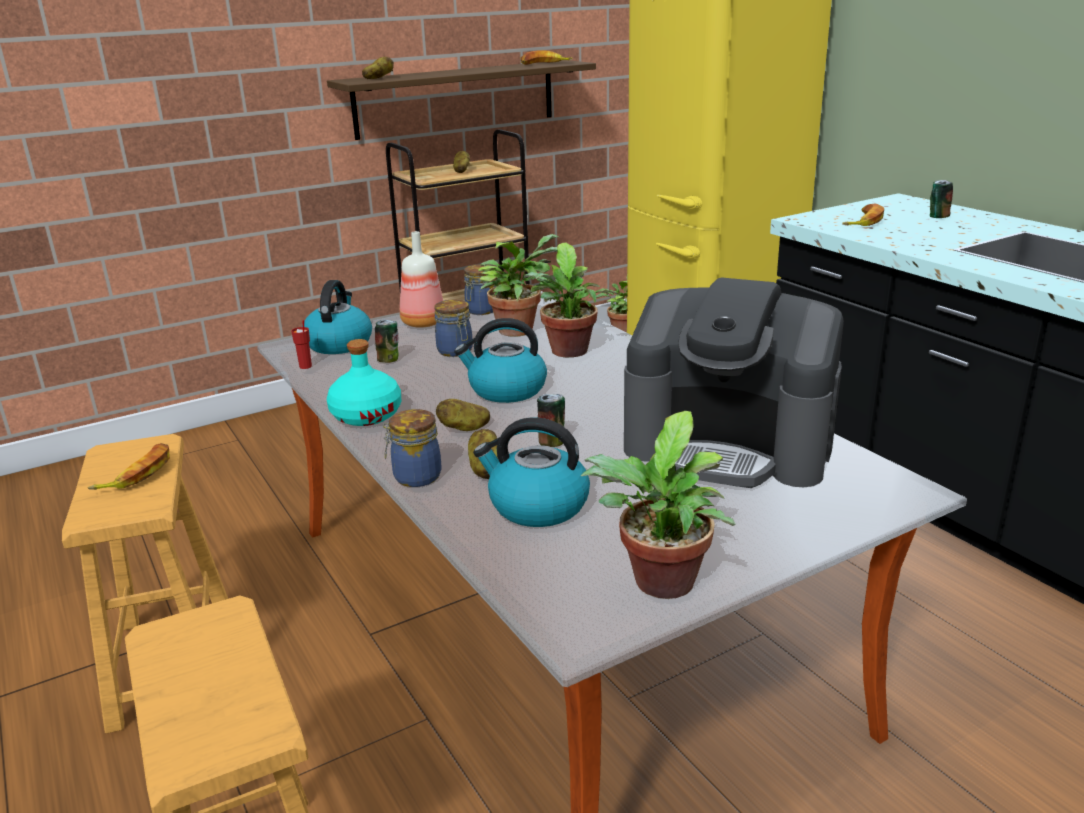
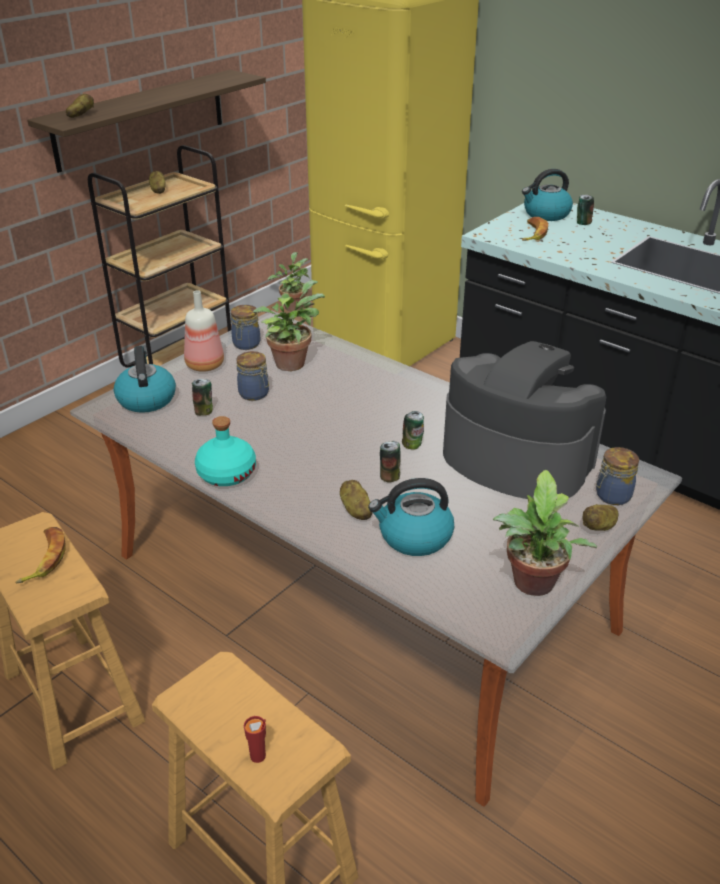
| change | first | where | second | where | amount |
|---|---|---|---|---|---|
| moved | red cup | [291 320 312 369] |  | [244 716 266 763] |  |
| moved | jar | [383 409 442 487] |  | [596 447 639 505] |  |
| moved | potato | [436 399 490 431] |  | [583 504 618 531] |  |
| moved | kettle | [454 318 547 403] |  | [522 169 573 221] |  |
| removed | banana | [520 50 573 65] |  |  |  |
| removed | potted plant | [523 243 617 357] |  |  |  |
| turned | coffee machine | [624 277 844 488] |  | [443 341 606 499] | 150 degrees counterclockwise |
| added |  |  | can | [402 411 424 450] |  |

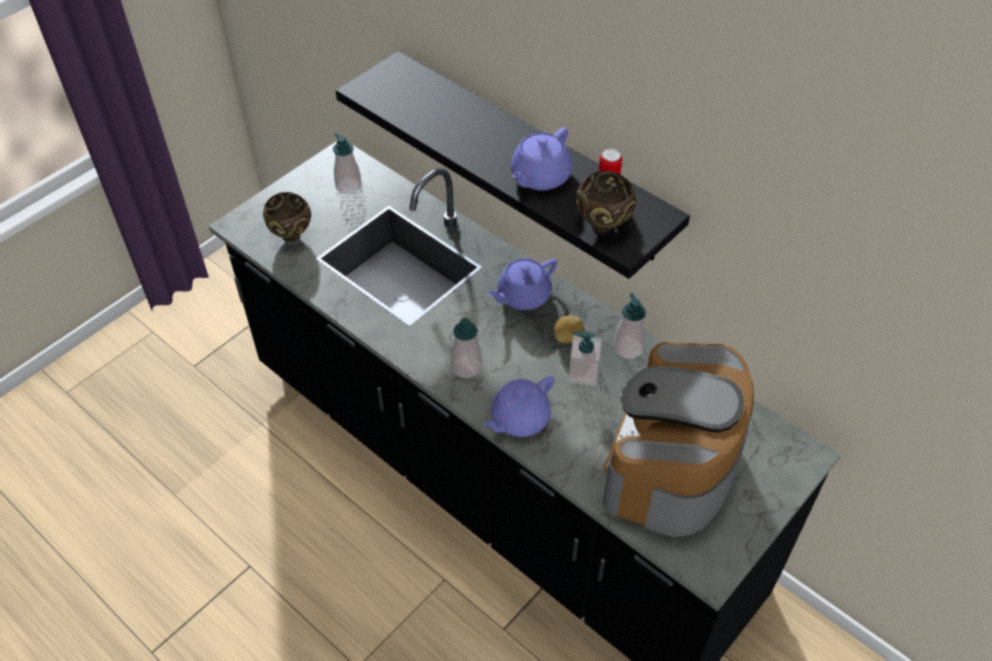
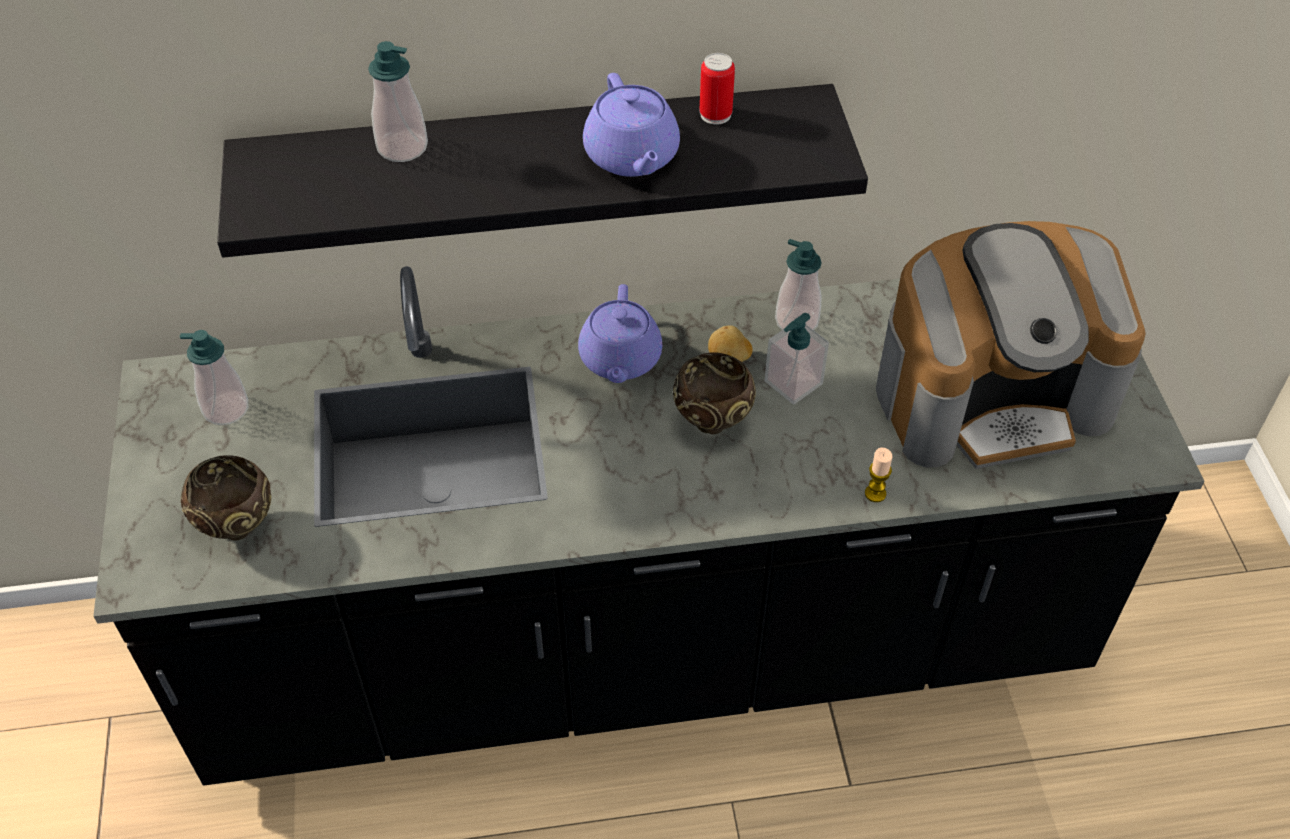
| change | first | where | second | where | amount |
|---|---|---|---|---|---|
| moved | soap dispenser | [451 318 482 378] |  | [368 41 428 162] |  |
| removed | purple teapot | [483 376 554 437] |  |  |  |
| moved | brown bowl | [576 171 636 233] |  | [673 352 756 434] |  |
| turned | coffee machine | [603 342 754 537] |  | [876 221 1146 469] | 75 degrees counterclockwise |
| added |  |  | candle | [865 448 892 502] |  |

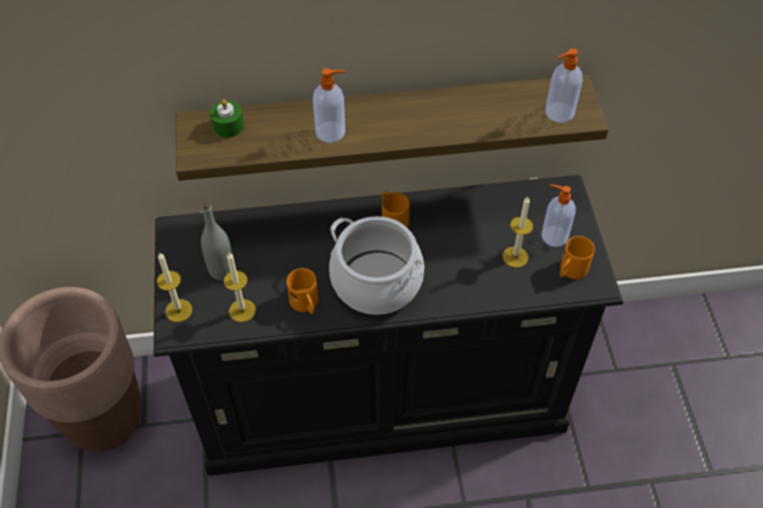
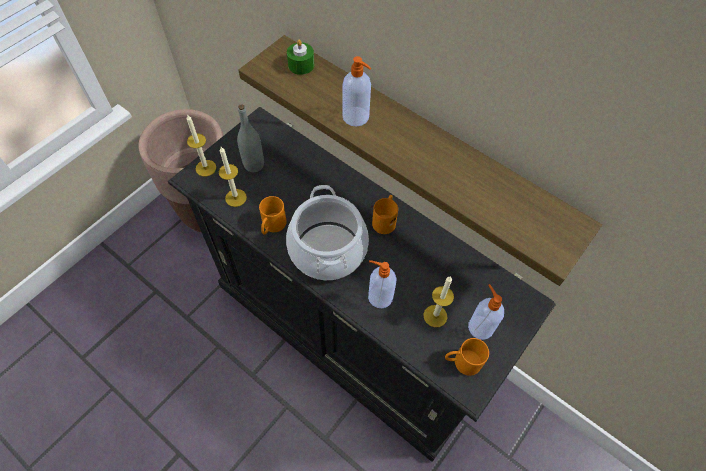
| change | first | where | second | where | amount |
|---|---|---|---|---|---|
| moved | soap dispenser | [545 48 583 123] |  | [368 260 397 308] |  |

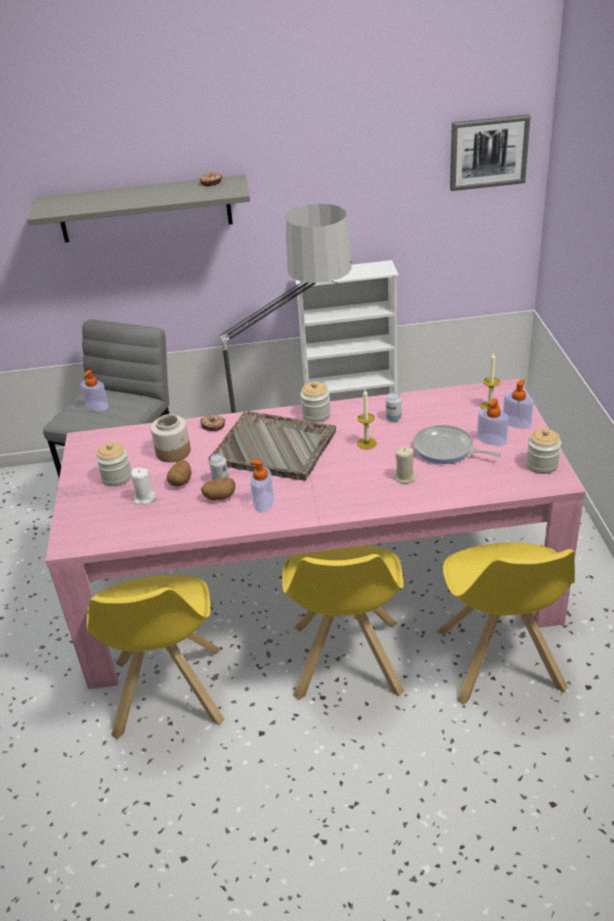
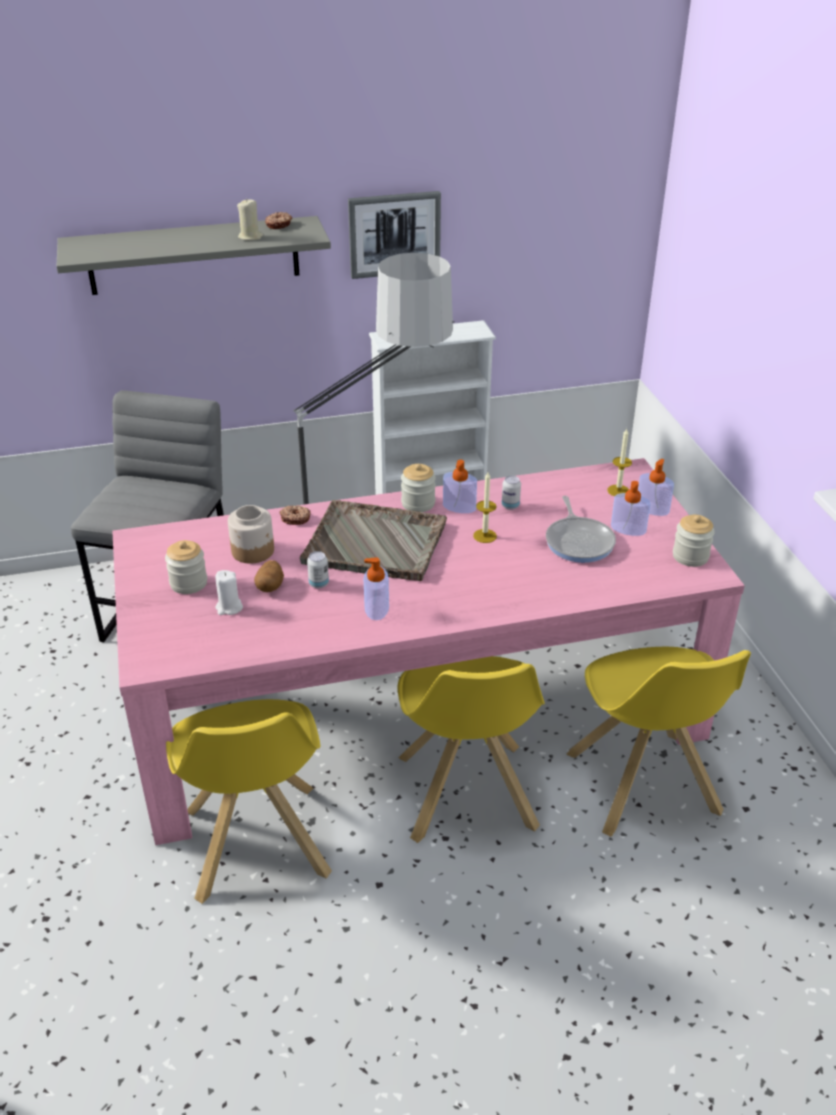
| change | first | where | second | where | amount |
|---|---|---|---|---|---|
| moved | soap dispenser | [80 370 109 411] |  | [443 460 477 513] |  |
| removed | potato | [201 478 235 500] |  |  |  |
| moved | beige candle | [394 447 417 483] |  | [237 199 263 240] |  |
| turned | frying pan | [413 425 501 464] |  | [546 496 616 563] | 120 degrees counterclockwise |
| moved | picture | [450 114 531 191] |  | [348 191 441 279] |  |

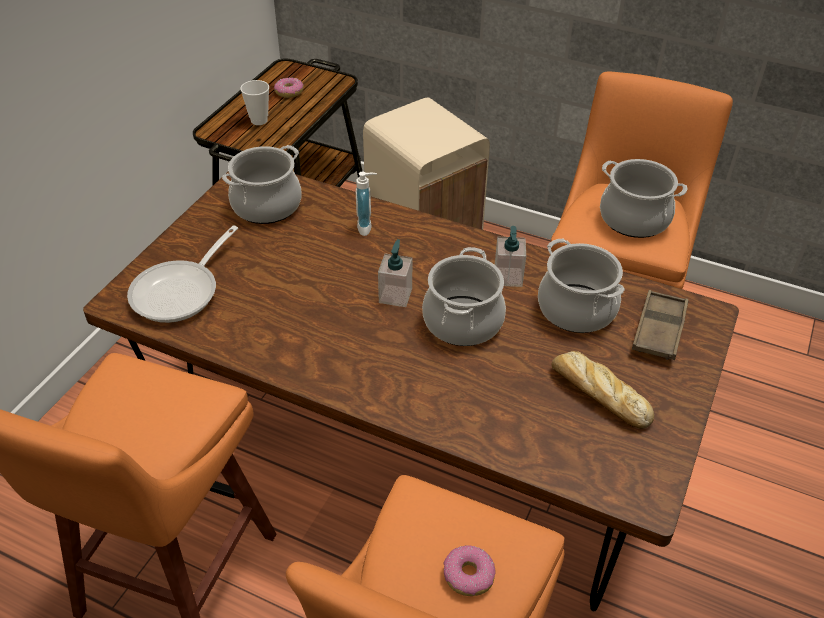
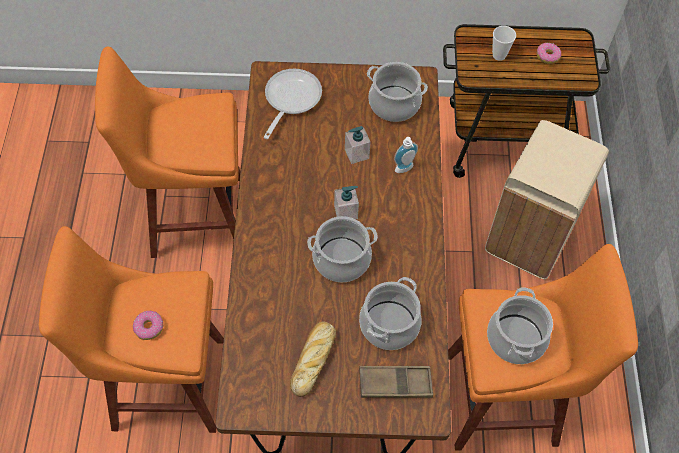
| change | first | where | second | where | amount |
|---|---|---|---|---|---|
| turned | frying pan | [127 225 238 323] |  | [264 69 322 139] | 105 degrees clockwise |
| moved | soap dispenser | [495 226 526 287] |  | [345 126 371 164] |  |

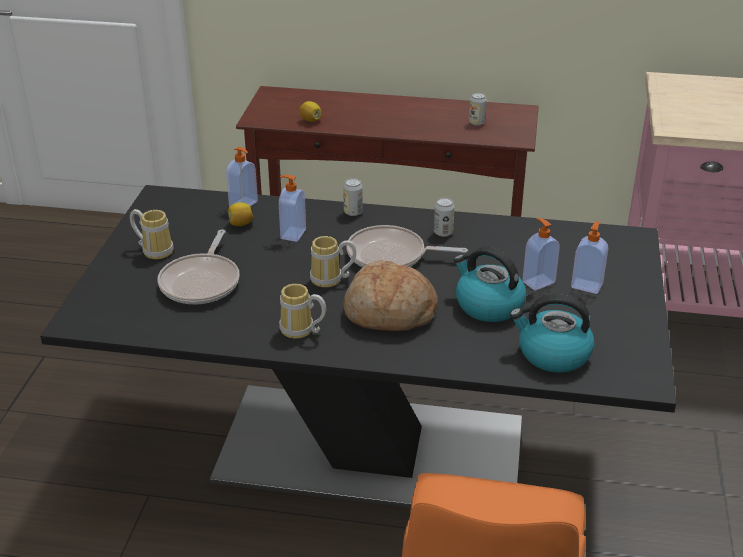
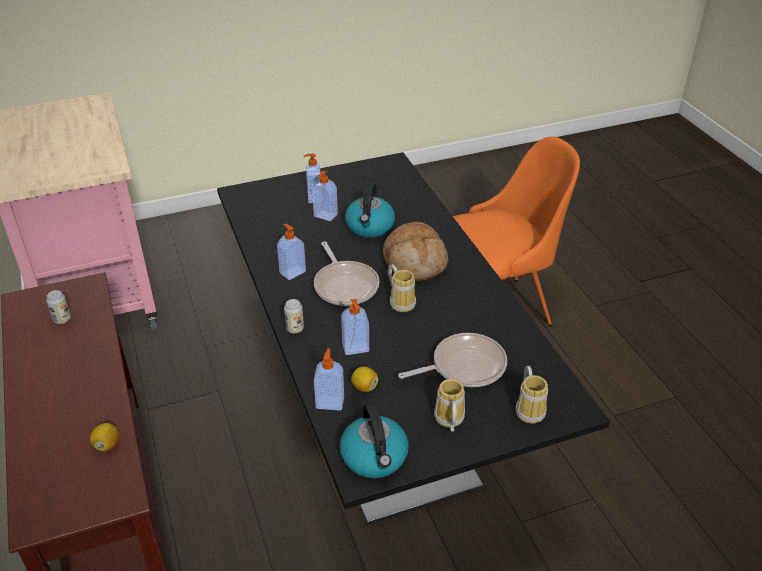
| change | first | where | second | where | amount |
|---|---|---|---|---|---|
| moved | mug | [279 284 326 338] |  | [515 366 548 423] |  |
| replaced | can | [434 198 454 237] | soap dispenser | [277 224 306 280] |  |
| moved | kettle | [510 294 594 373] |  | [340 402 409 478] |  |

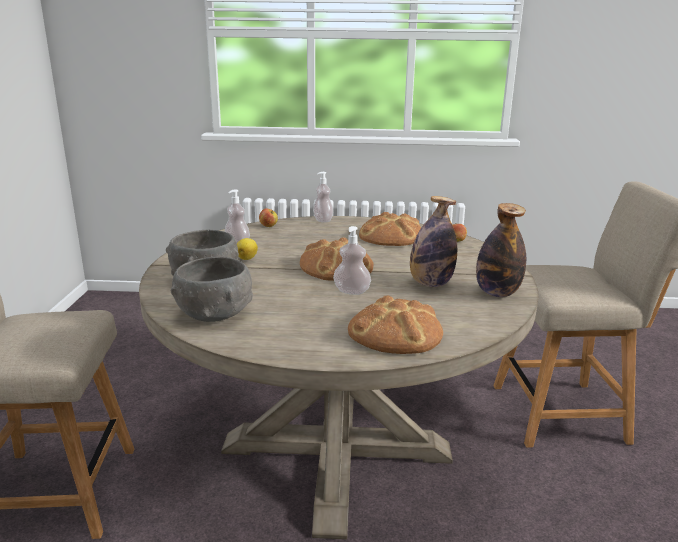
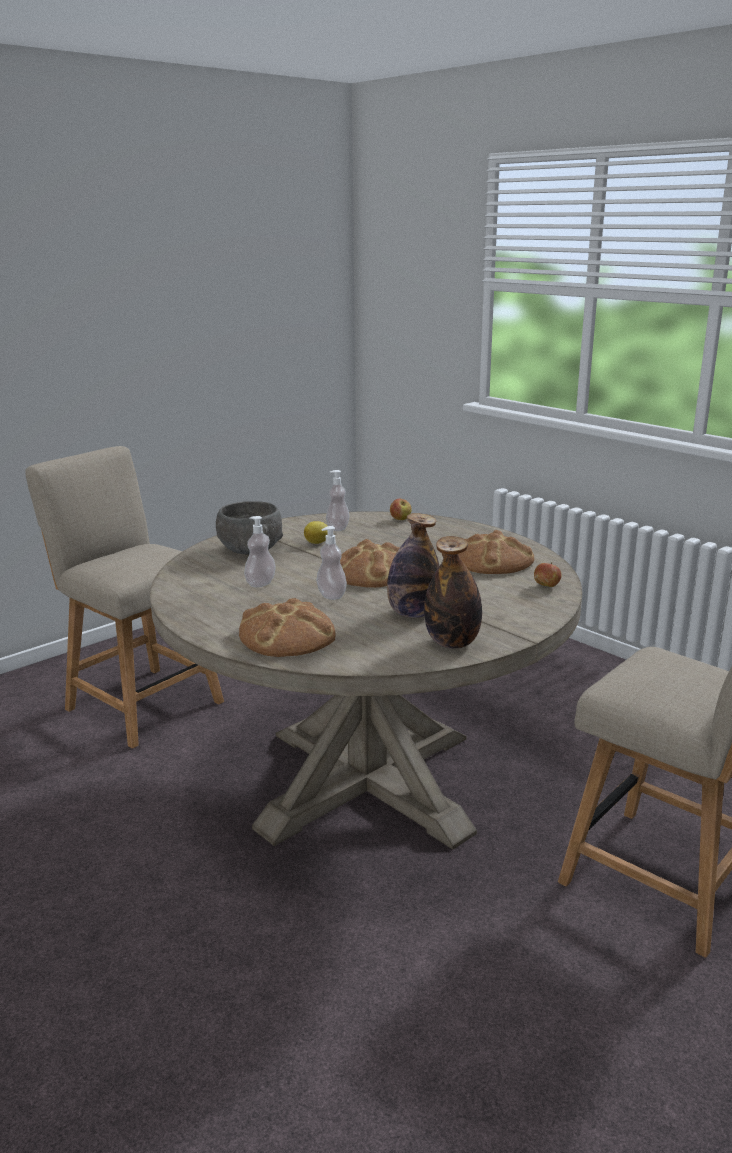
| change | first | where | second | where | amount |
|---|---|---|---|---|---|
| removed | grey bowl | [171 257 253 322] |  |  |  |
| moved | soap dispenser | [313 172 333 223] |  | [244 516 276 587] |  |

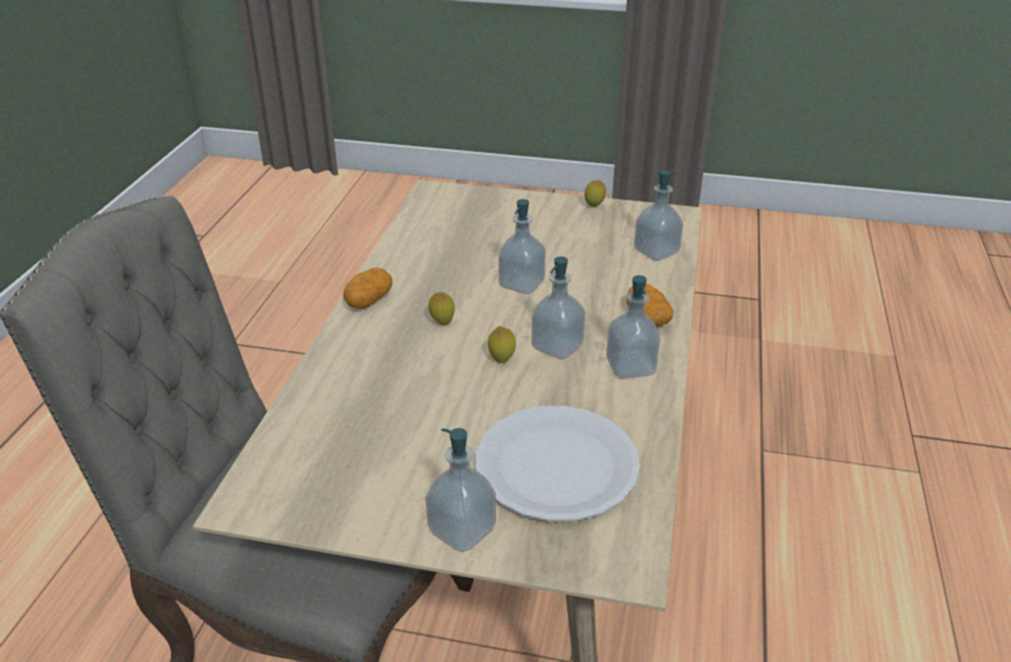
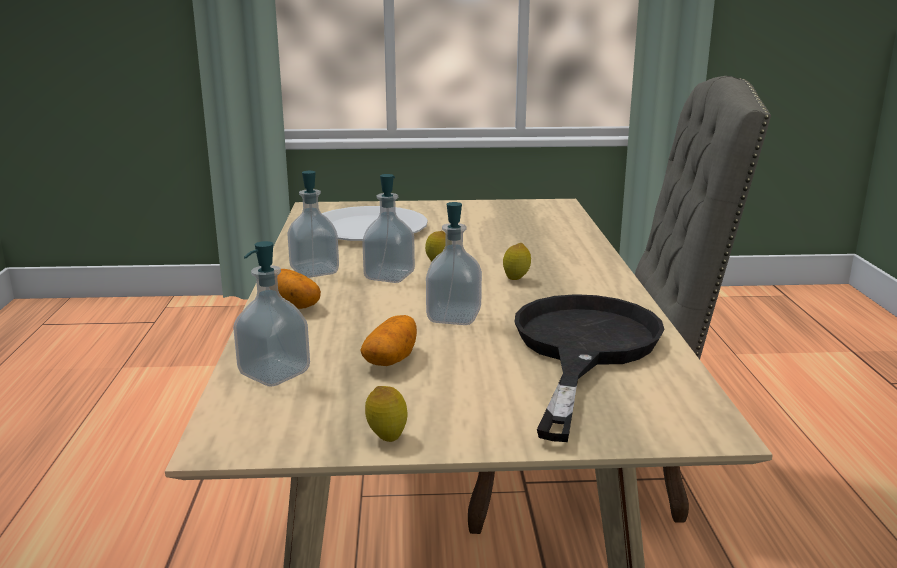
| change | first | where | second | where | amount |
|---|---|---|---|---|---|
| moved | potato | [343 267 393 309] |  | [360 315 417 366] |  |
| removed | soap dispenser | [425 428 496 552] |  |  |  |
| added |  |  | black frying pan | [515 294 665 442] |  |

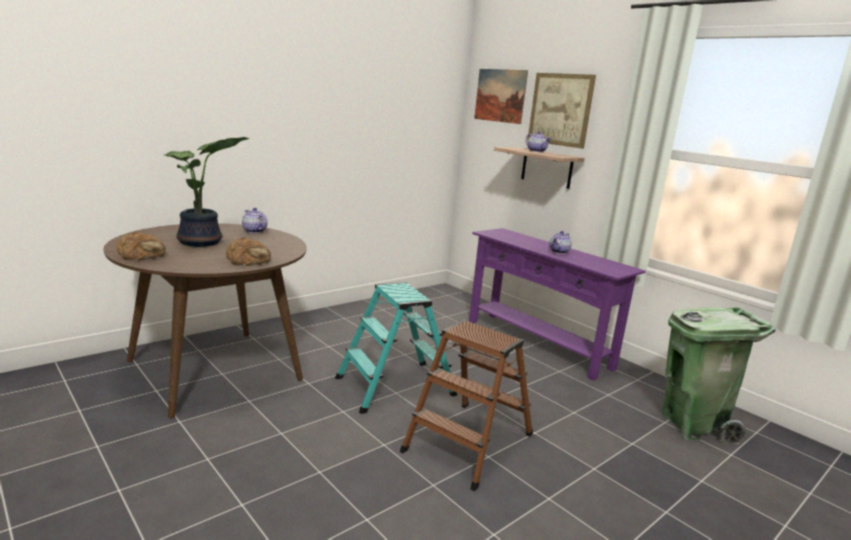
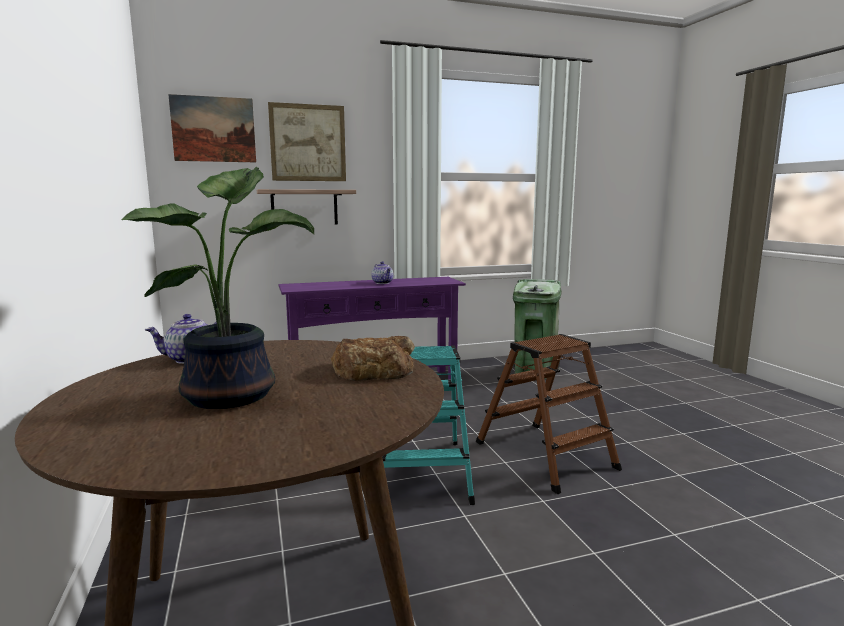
| change | first | where | second | where | amount |
|---|---|---|---|---|---|
| removed | bread | [117 231 165 261] |  |  |  |
| removed | teapot | [526 131 551 152] |  |  |  |

